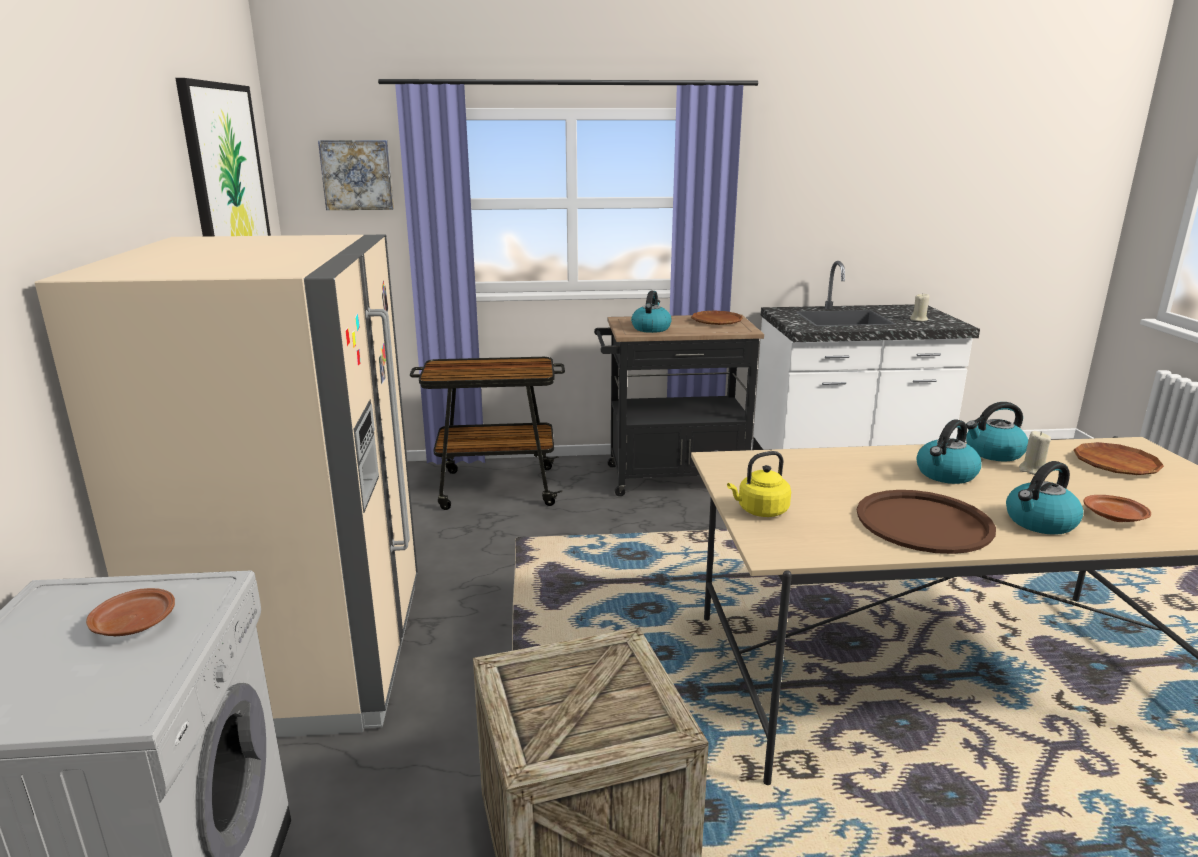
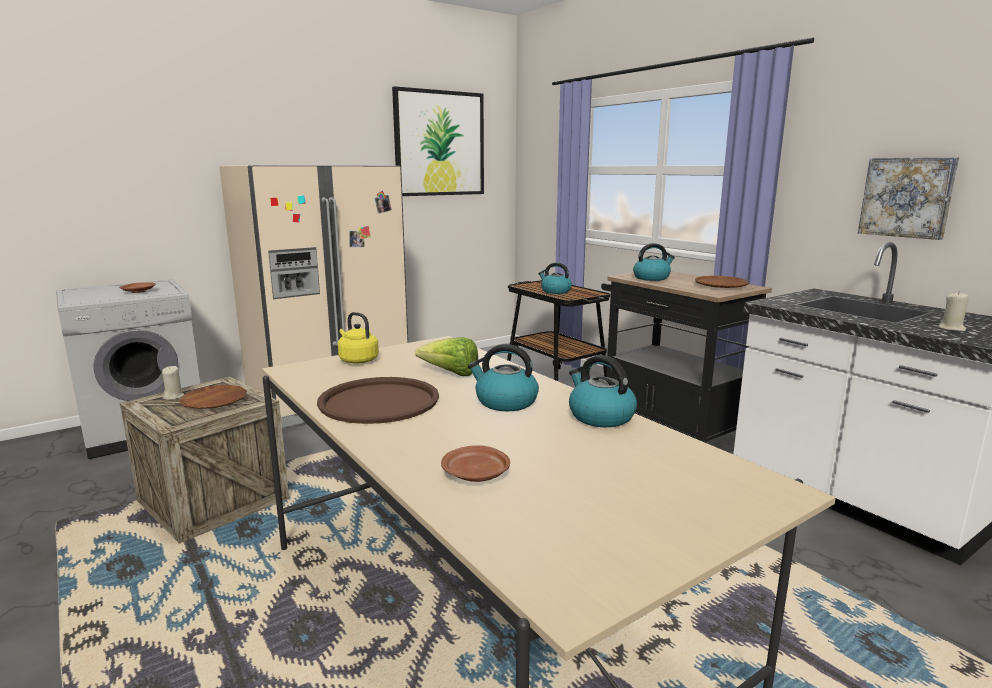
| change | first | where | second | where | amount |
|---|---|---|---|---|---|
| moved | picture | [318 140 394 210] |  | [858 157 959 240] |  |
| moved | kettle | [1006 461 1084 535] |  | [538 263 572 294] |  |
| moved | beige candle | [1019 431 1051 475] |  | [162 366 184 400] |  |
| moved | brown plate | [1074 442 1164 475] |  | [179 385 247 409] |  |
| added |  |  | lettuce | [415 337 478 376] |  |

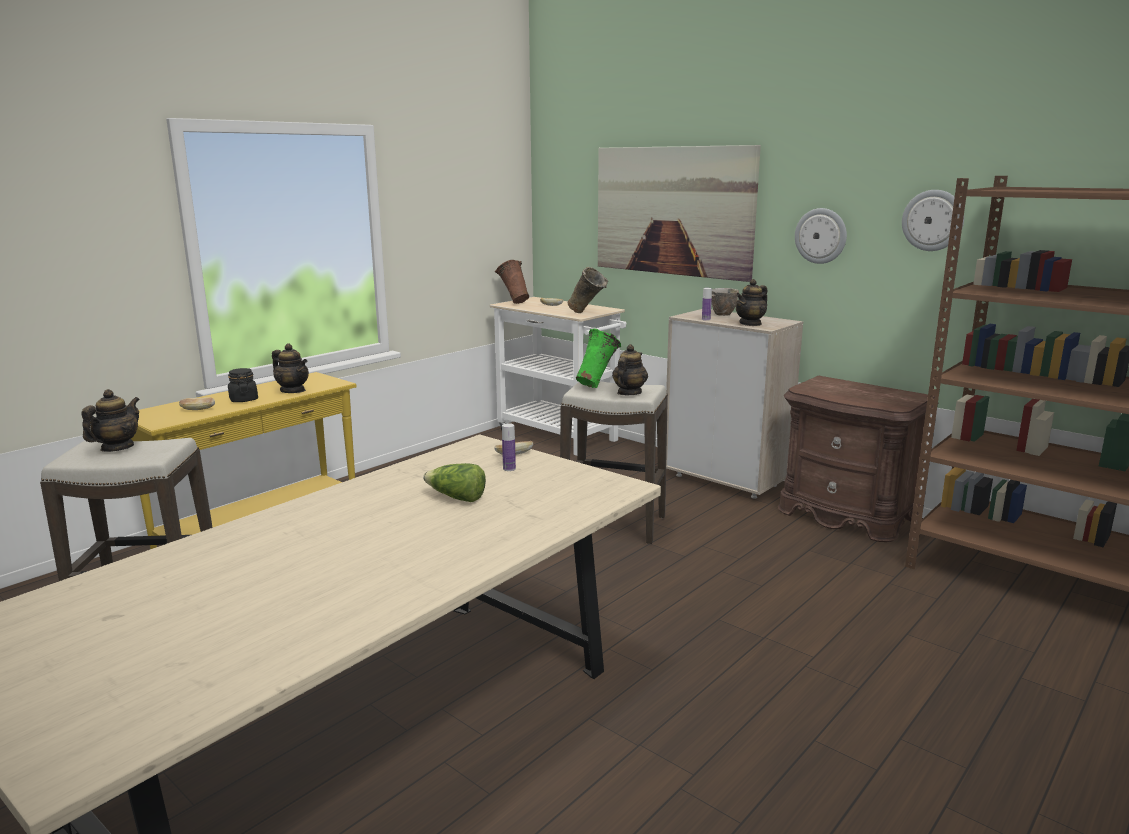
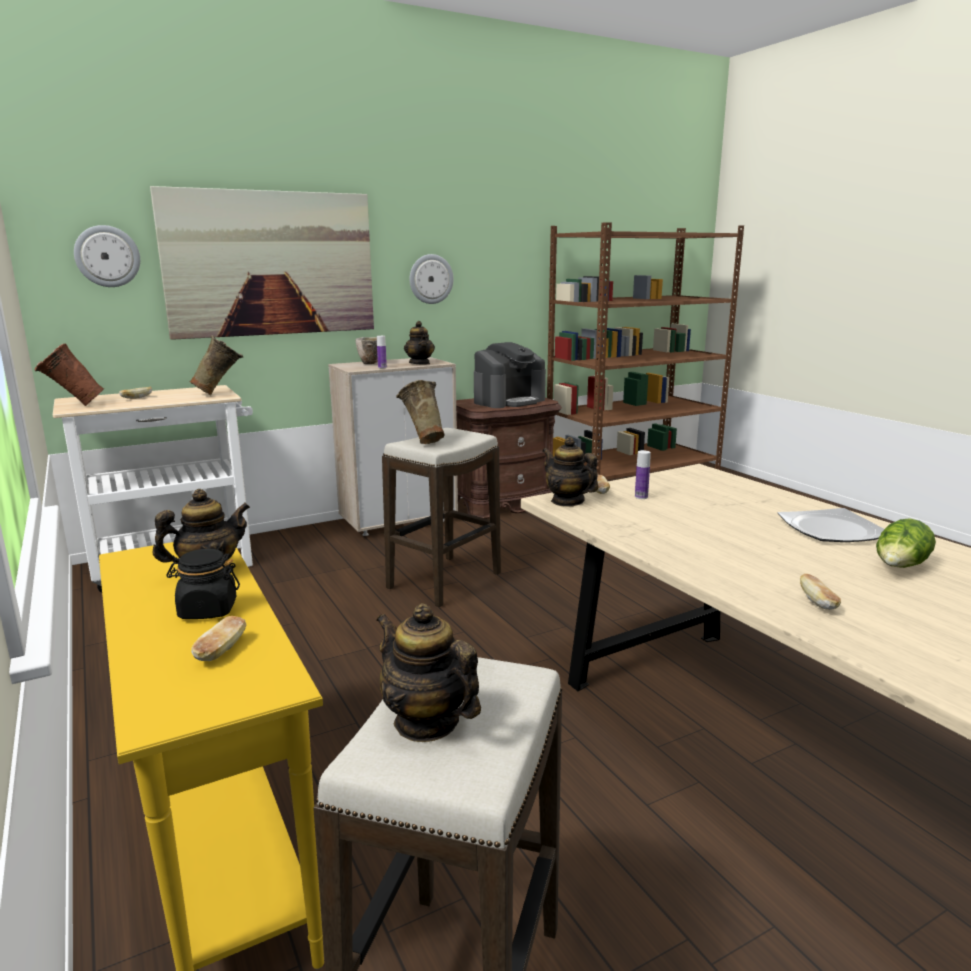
| change | first | where | second | where | amount |
|---|---|---|---|---|---|
| moved | lettuce | [423 463 486 502] |  | [876 518 936 568] |  |
| recoloured | green vase | [576 328 621 388] | beige vase | [396 380 445 444] |  |
| moved | teapot | [612 344 648 395] |  | [542 437 598 507] |  |
| moved | wall clock | [902 190 964 251] |  | [74 225 140 287] |  |
| added |  |  | coffee machine | [474 342 546 408] |  |
| added |  |  | plate | [777 508 884 542] |  |
| added |  |  | bread | [800 574 841 610] |  |

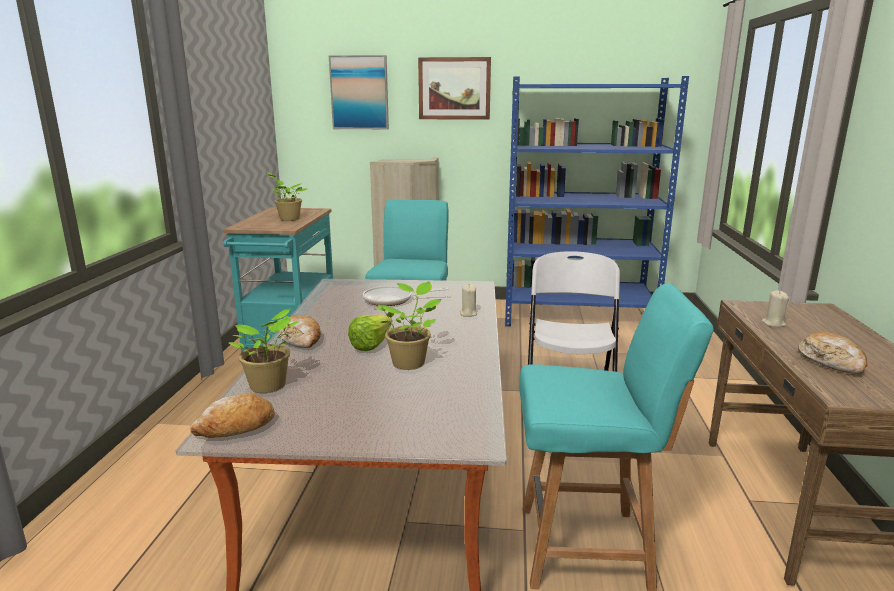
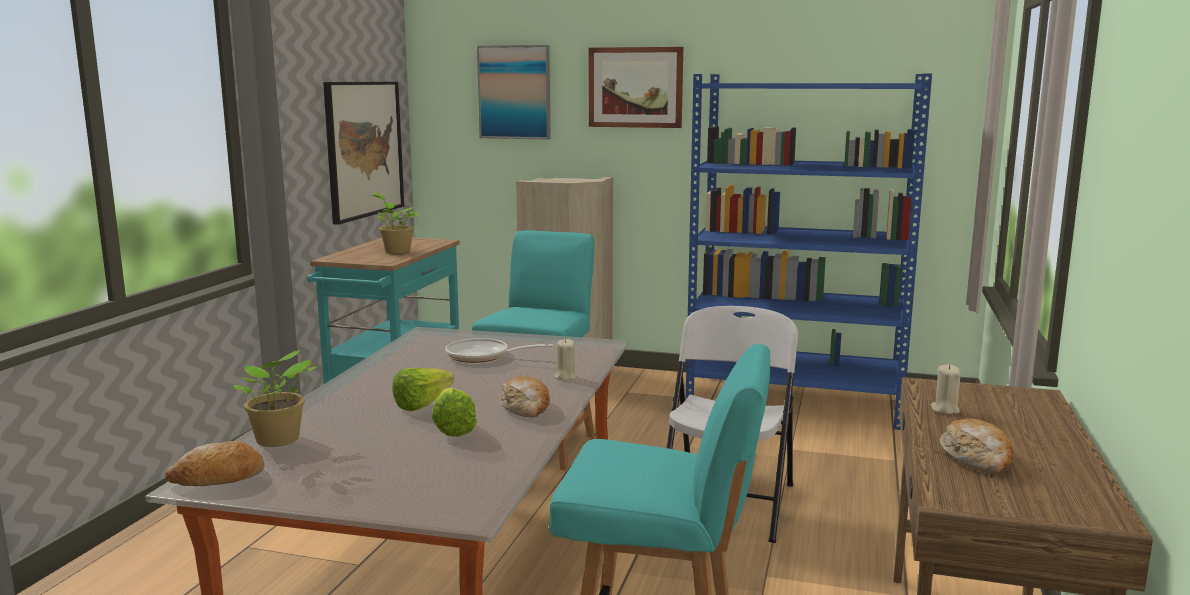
| change | first | where | second | where | amount |
|---|---|---|---|---|---|
| moved | bread | [279 315 321 348] |  | [498 376 550 417] |  |
| replaced | potted plant | [378 281 441 370] | lettuce | [431 387 477 437] |  |
| added |  |  | picture | [323 82 404 225] |  |

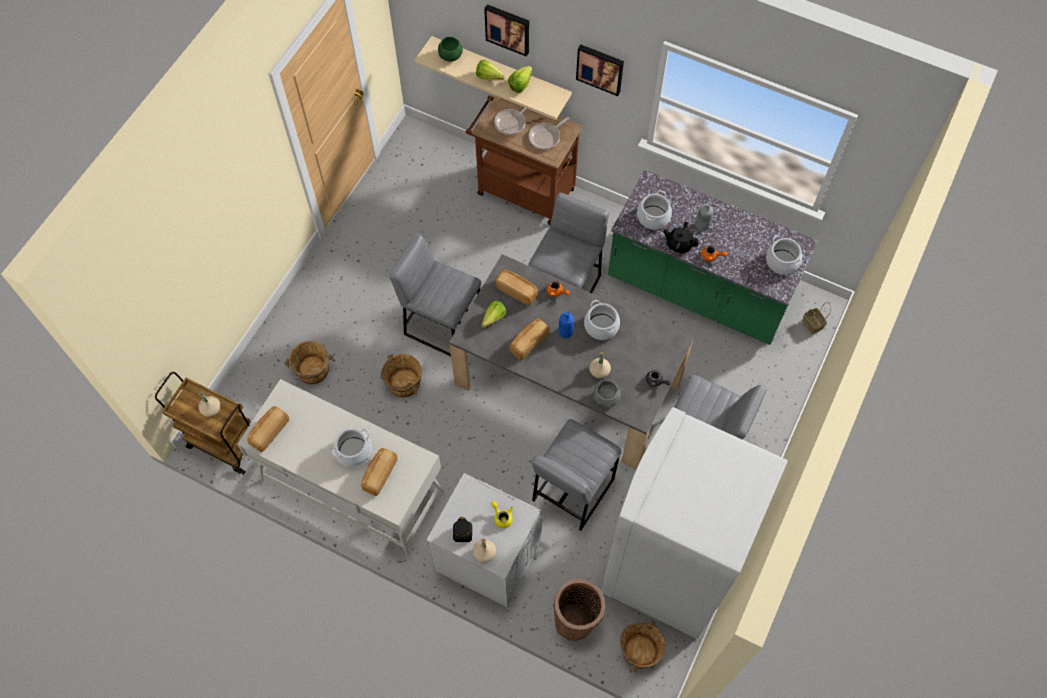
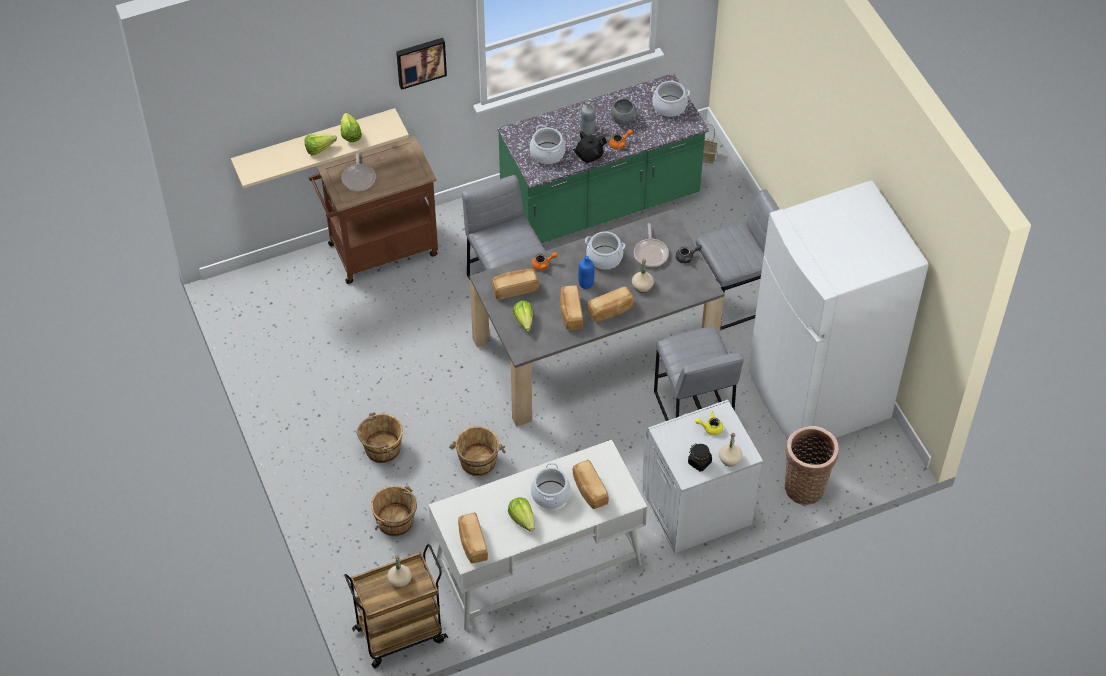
| change | first | where | second | where | amount |
|---|---|---|---|---|---|
| removed | grey chair | [389 233 481 356] |  |  |  |
| removed | green bowl | [438 37 463 62] |  |  |  |
| removed | picture | [484 4 529 57] |  |  |  |
| moved | frying pan | [529 117 569 150] |  | [634 223 669 267] |  |
| moved | grey bowl | [594 381 621 408] |  | [611 99 637 125] |  |
| moved | brown bucket | [620 620 665 673] |  | [357 412 403 463] |  |
| added |  |  | lettuce | [508 498 535 532] |  |
| added |  |  | bread | [587 286 634 322] |  |

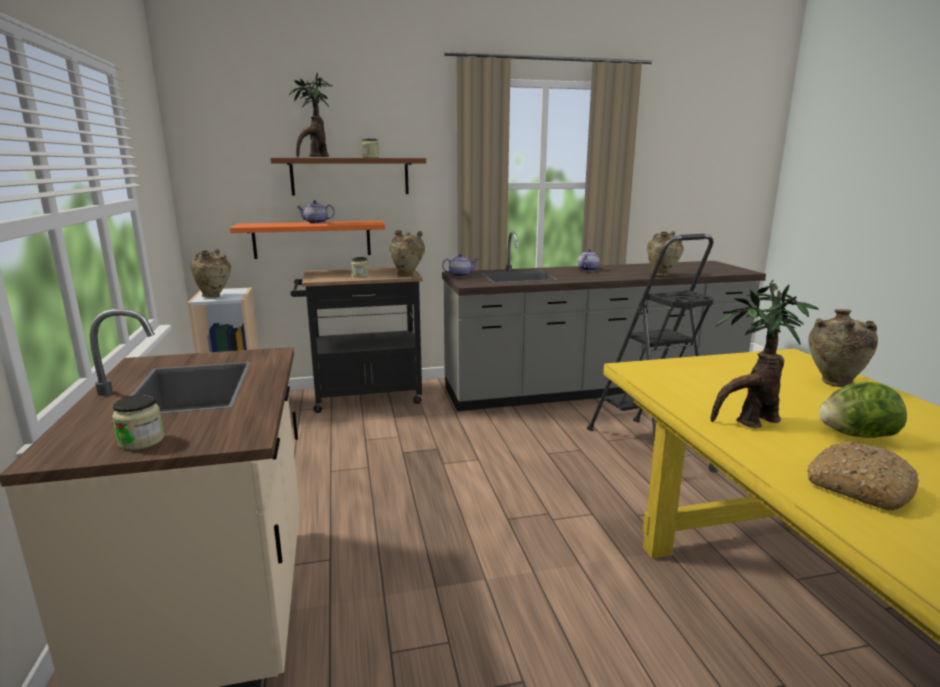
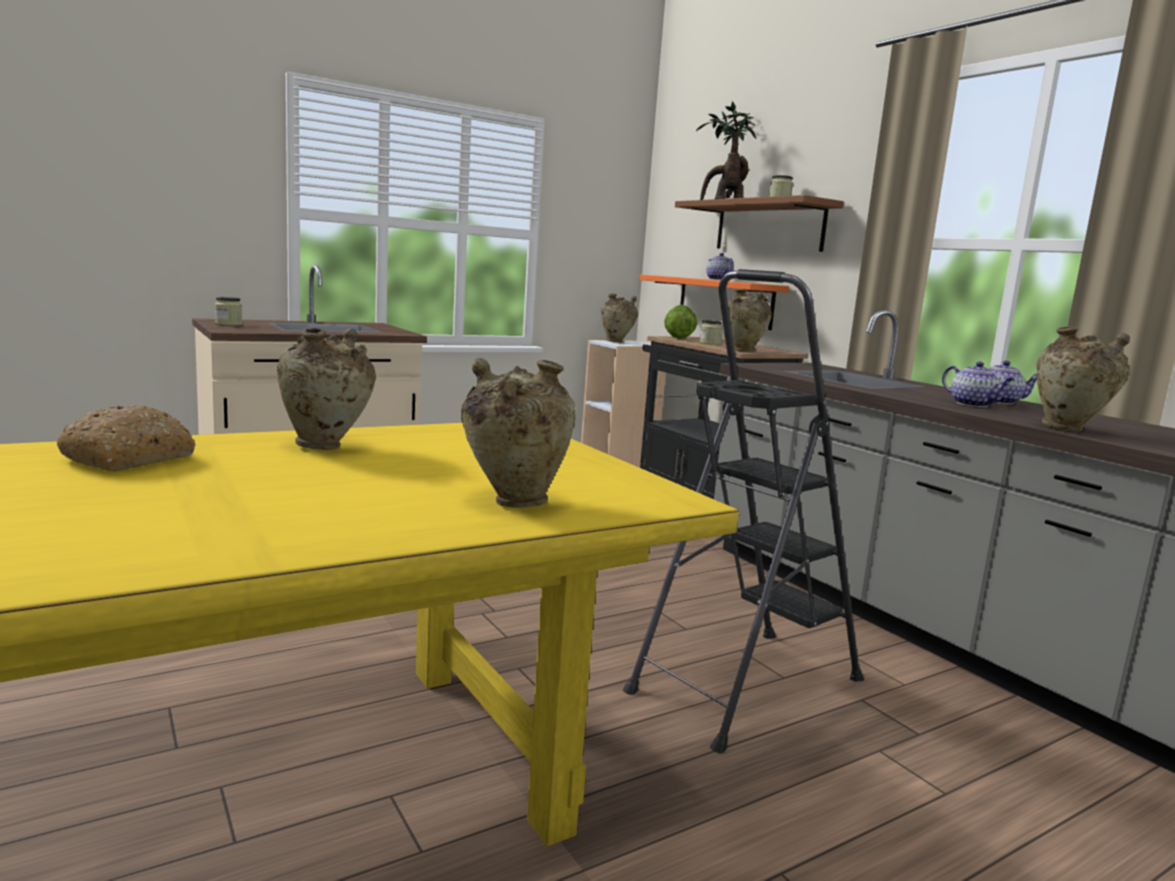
| change | first | where | second | where | amount |
|---|---|---|---|---|---|
| moved | teapot | [442 254 478 277] |  | [942 362 1015 407] |  |
| replaced | potted plant | [711 280 819 428] | beige vase | [277 328 376 450] |  |
| moved | lettuce | [819 382 907 438] |  | [664 305 697 339] |  |

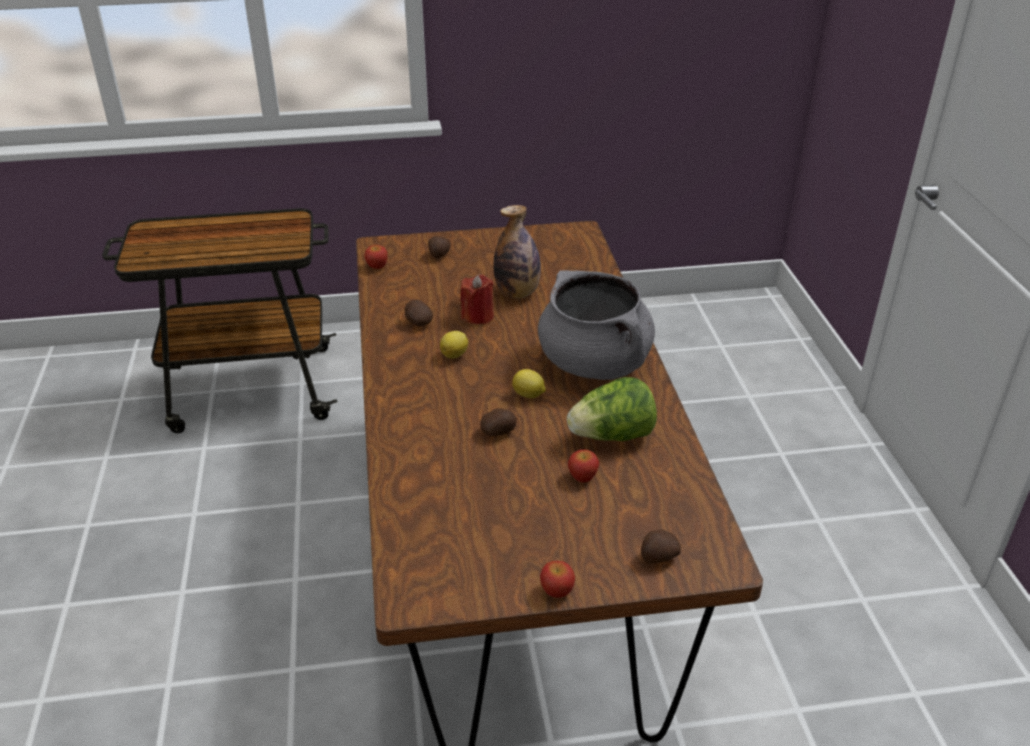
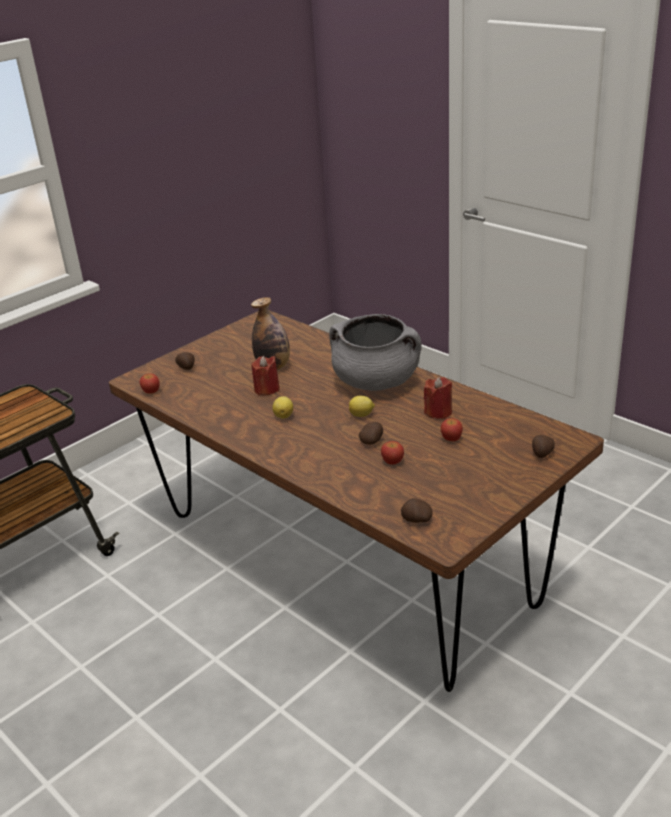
| change | first | where | second | where | amount |
|---|---|---|---|---|---|
| moved | potato | [405 300 433 327] |  | [401 498 433 523] |  |
| moved | apple | [540 561 575 598] |  | [381 441 404 465] |  |
| replaced | lettuce | [567 377 657 441] | red candle | [424 377 452 419] |  |

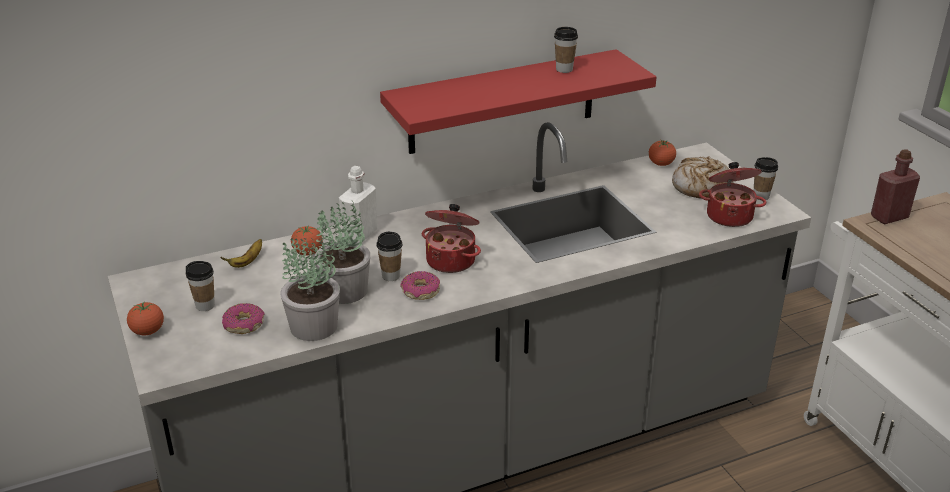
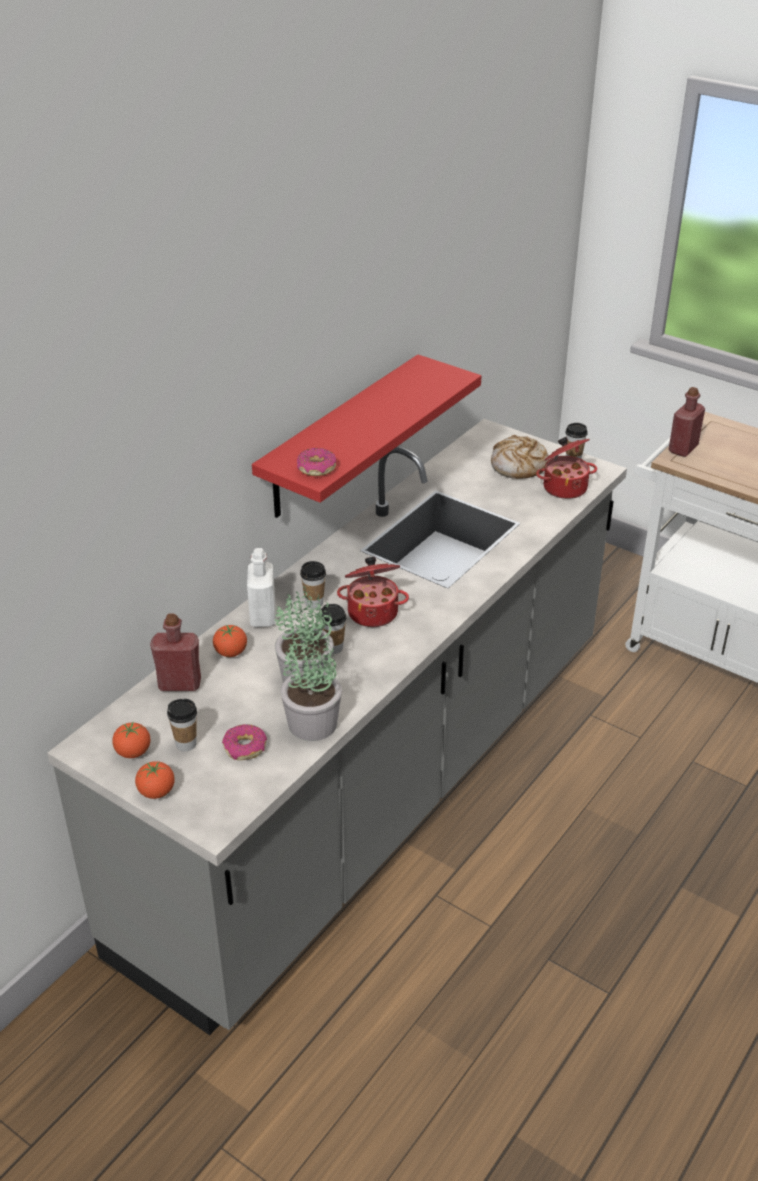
| change | first | where | second | where | amount |
|---|---|---|---|---|---|
| replaced | banana | [220 239 262 268] | red bottle | [150 614 201 691] |  |
| moved | donut | [400 271 440 300] |  | [297 448 336 476] |  |
| moved | cup | [554 27 578 73] |  | [300 561 326 609] |  |
| moved | tomato | [649 140 676 166] |  | [112 722 150 758] |  |

